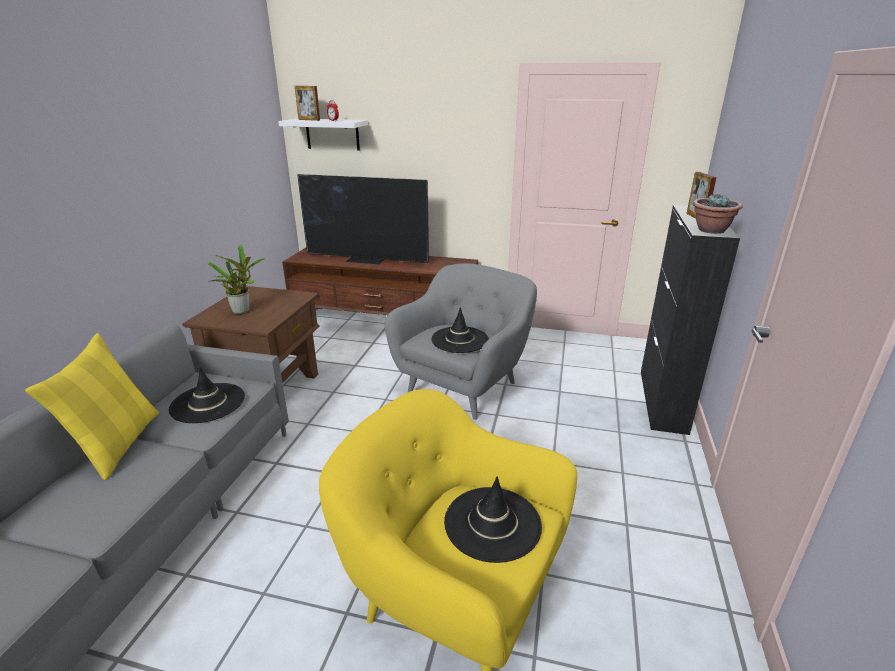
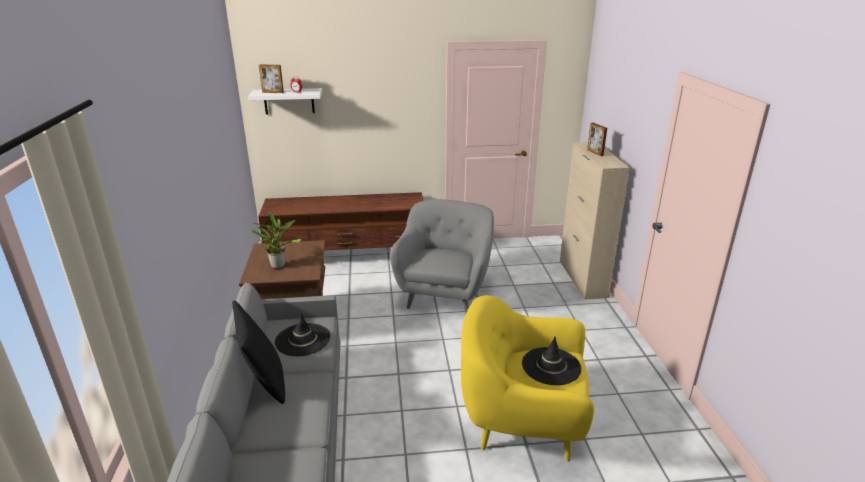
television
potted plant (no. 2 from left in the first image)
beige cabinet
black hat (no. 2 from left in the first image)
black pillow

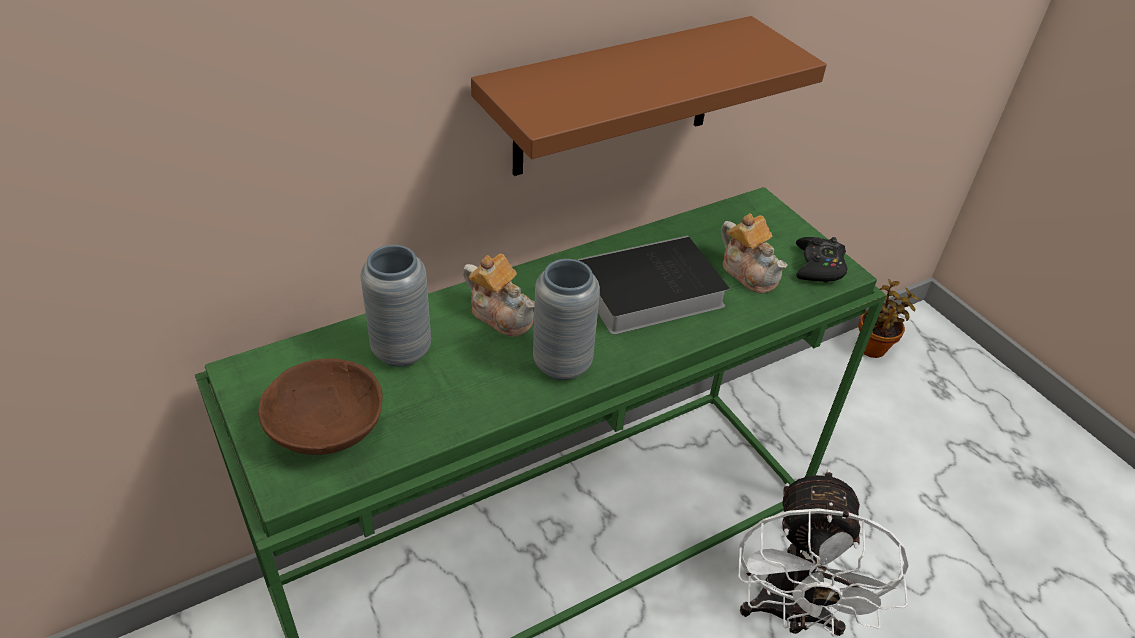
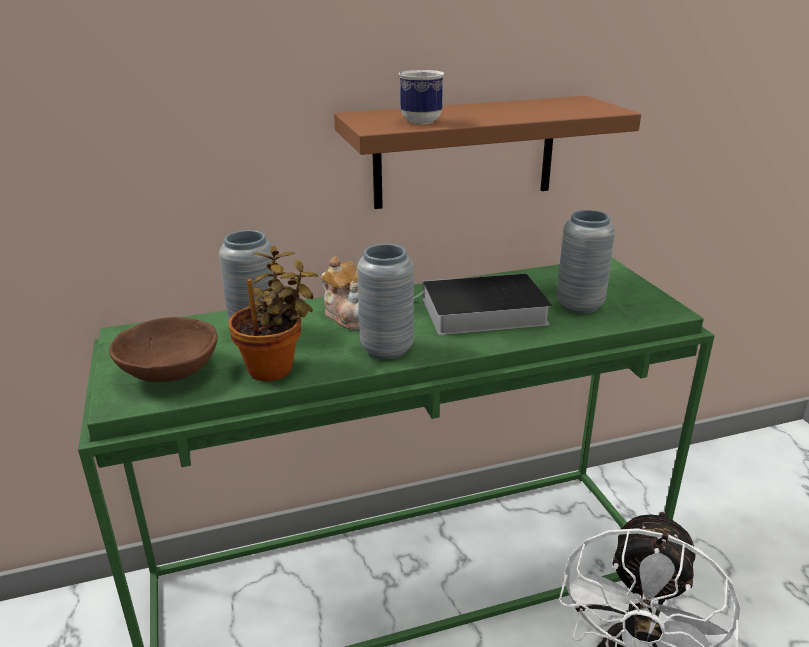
grey vase (no. 3 from left)
black game controller
potted plant
mug

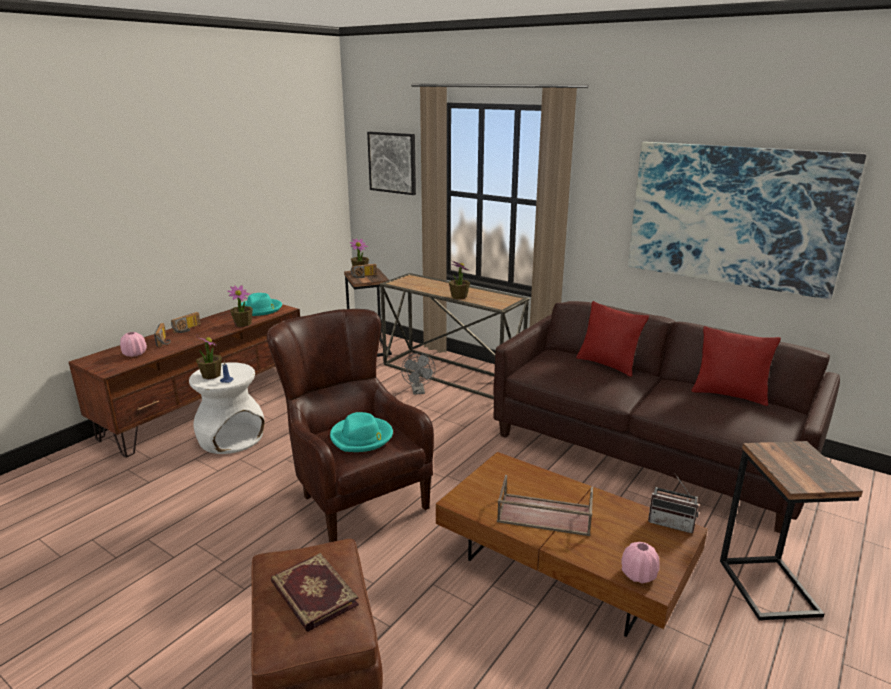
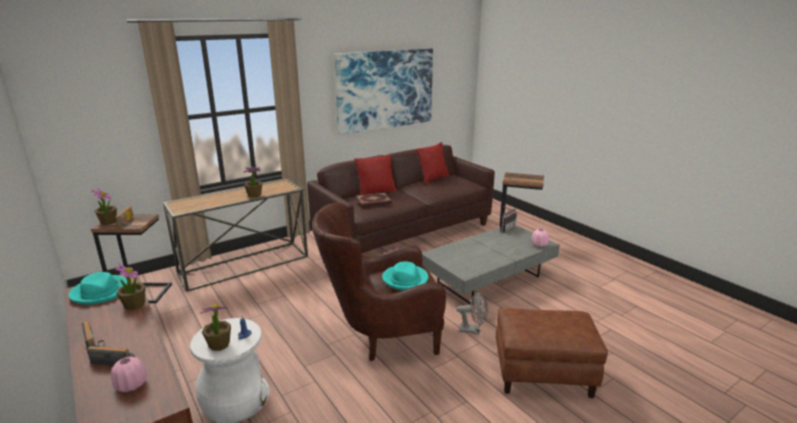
picture (no. 1 from left in the first image)
grey fan
grey coffee table
brown tray
book

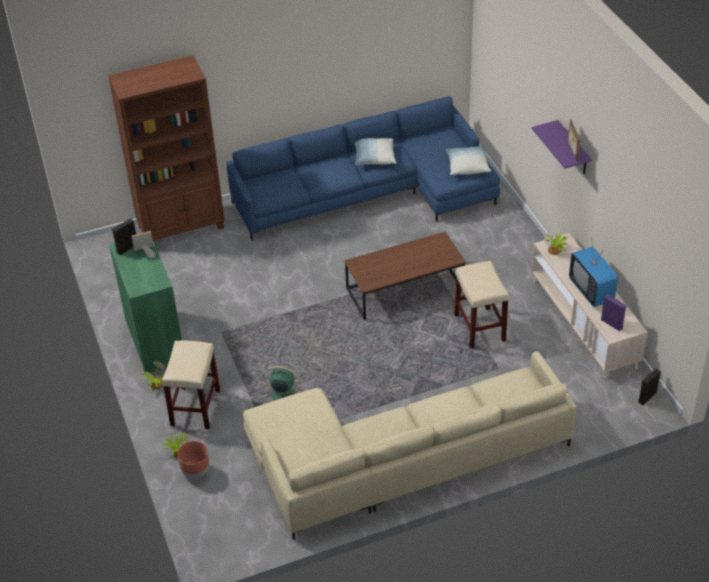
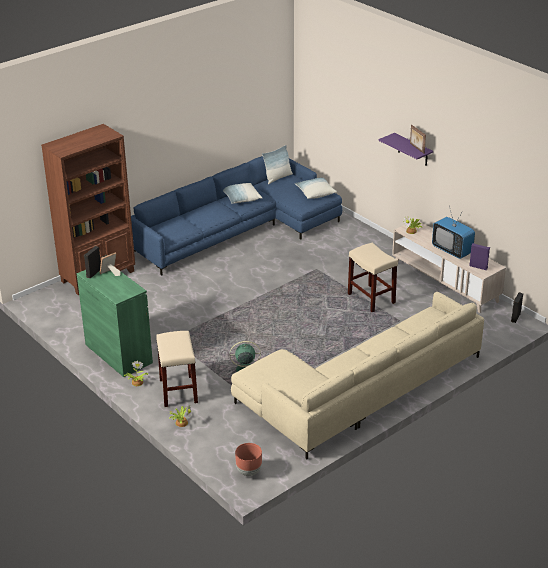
brown coffee table
brown planter
pillow (no. 2 from left)

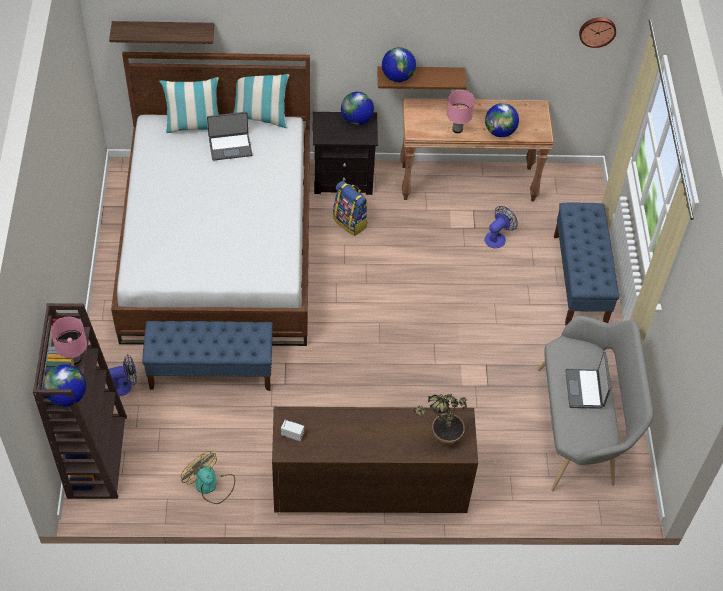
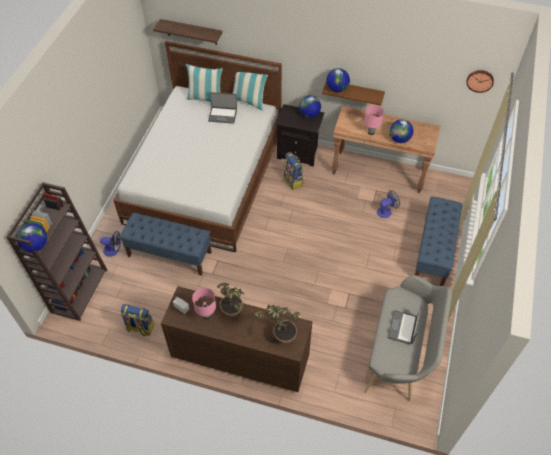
pink table lamp (no. 1 from left)
backpack (no. 1 from left)
potted plant (no. 1 from left)

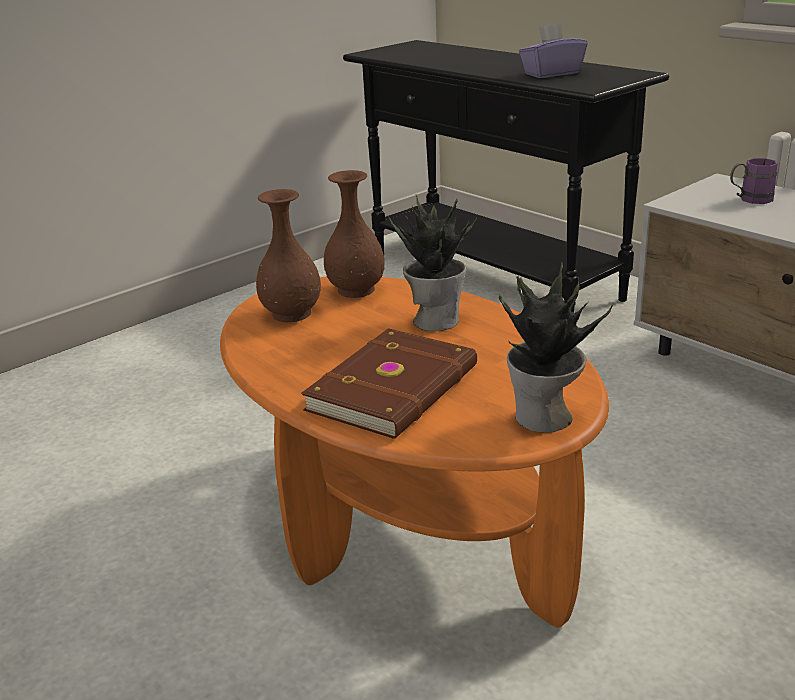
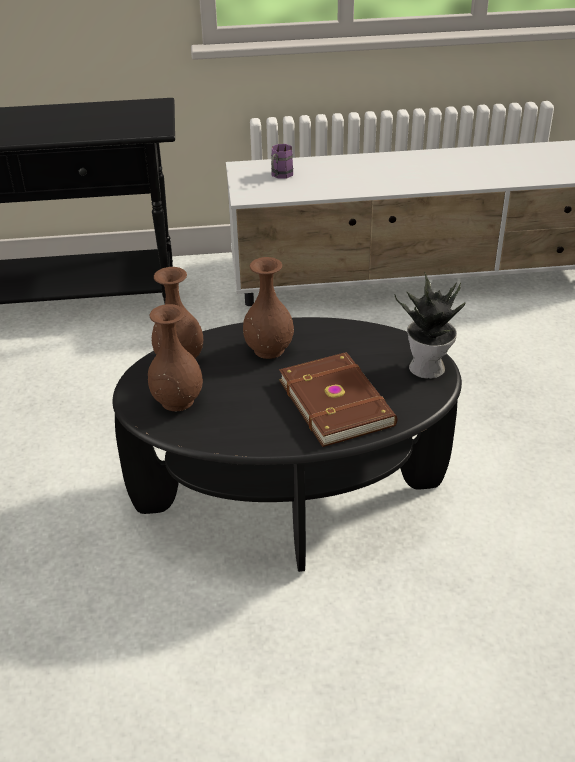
purple tissue box
brown vase (no. 3 from left)
black coffee table

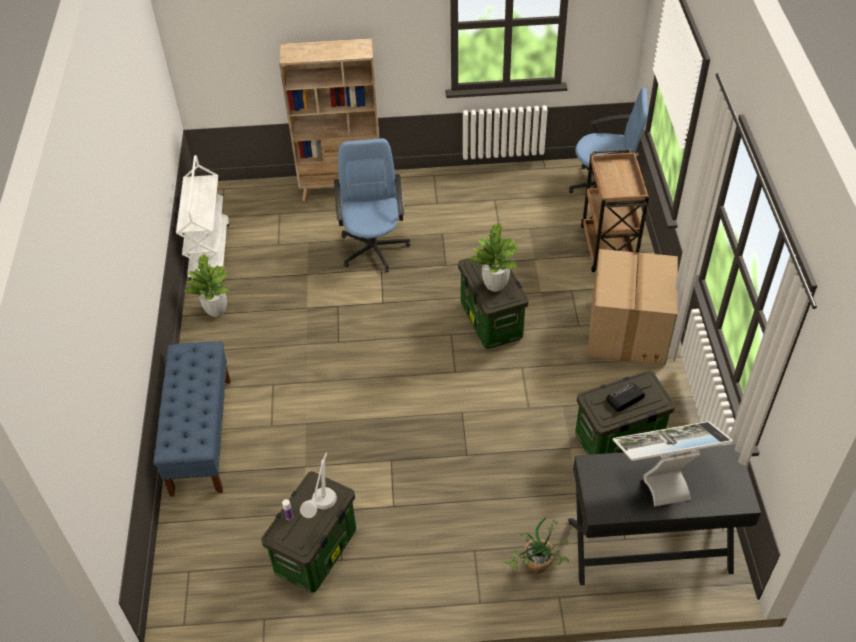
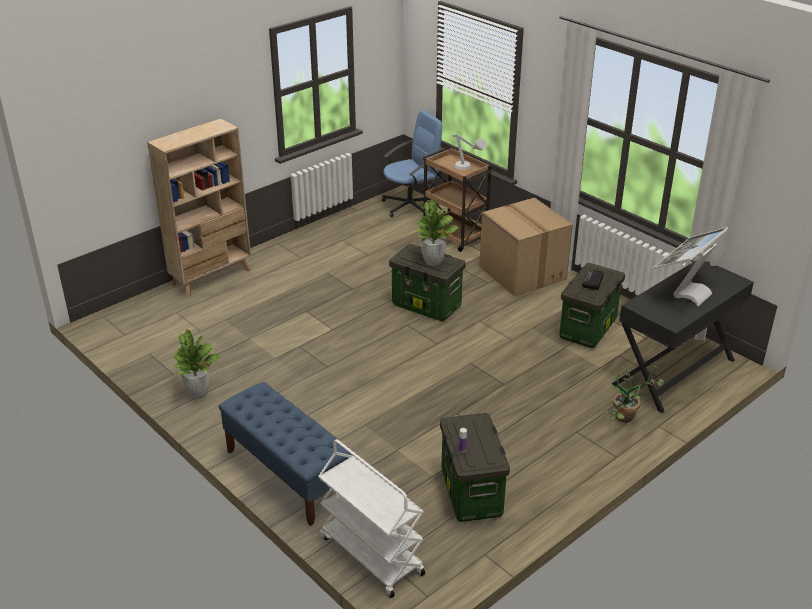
blue office chair (no. 1 from left in the first image)
white cart
grey table lamp

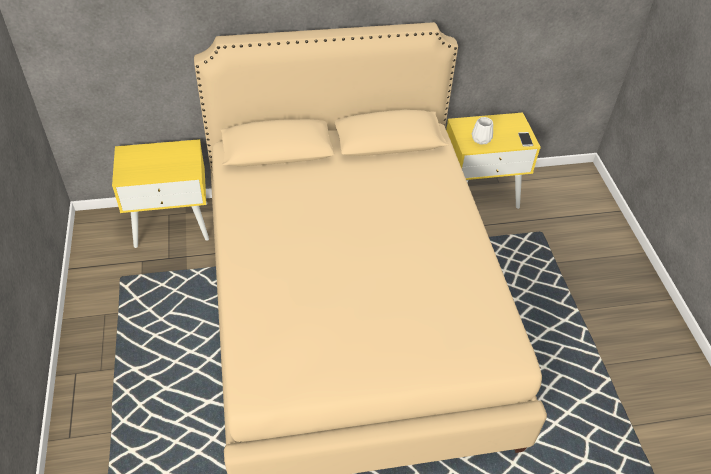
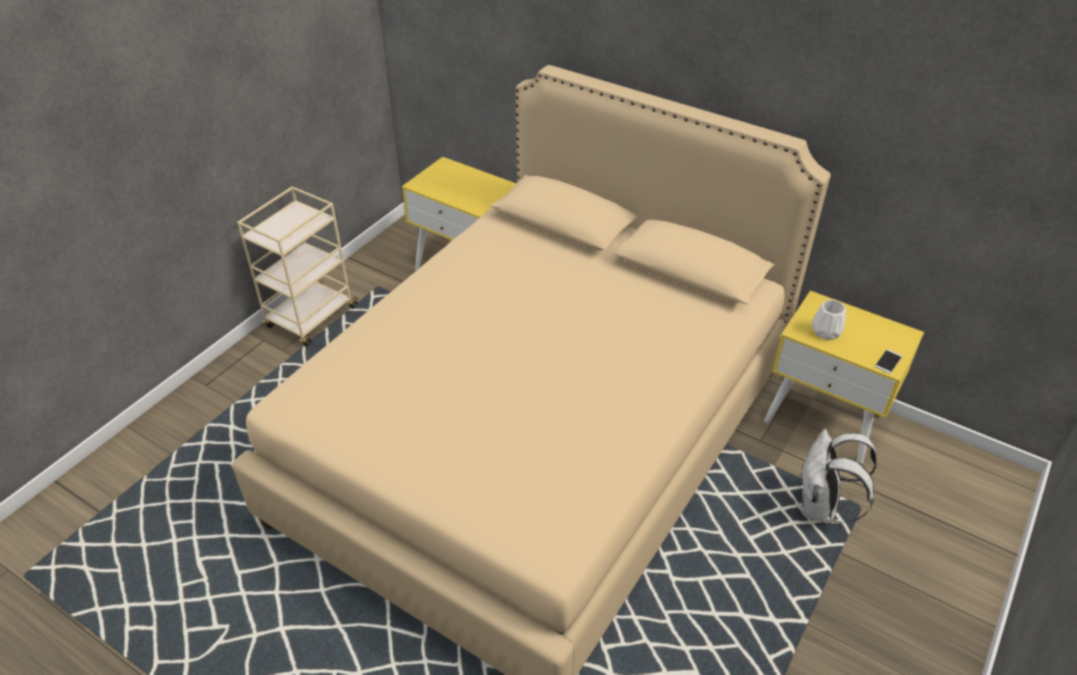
beige cart
white backpack

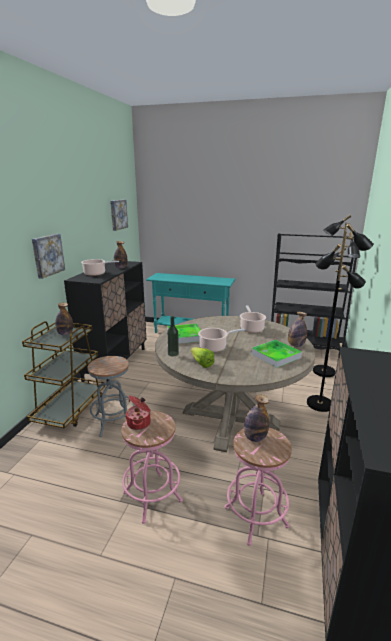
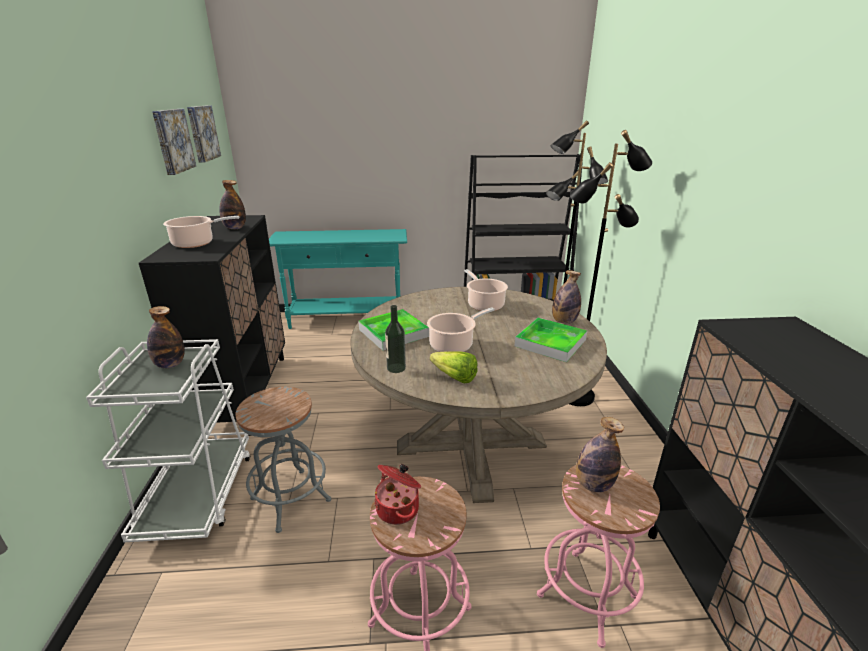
picture (no. 1 from left)
white cart

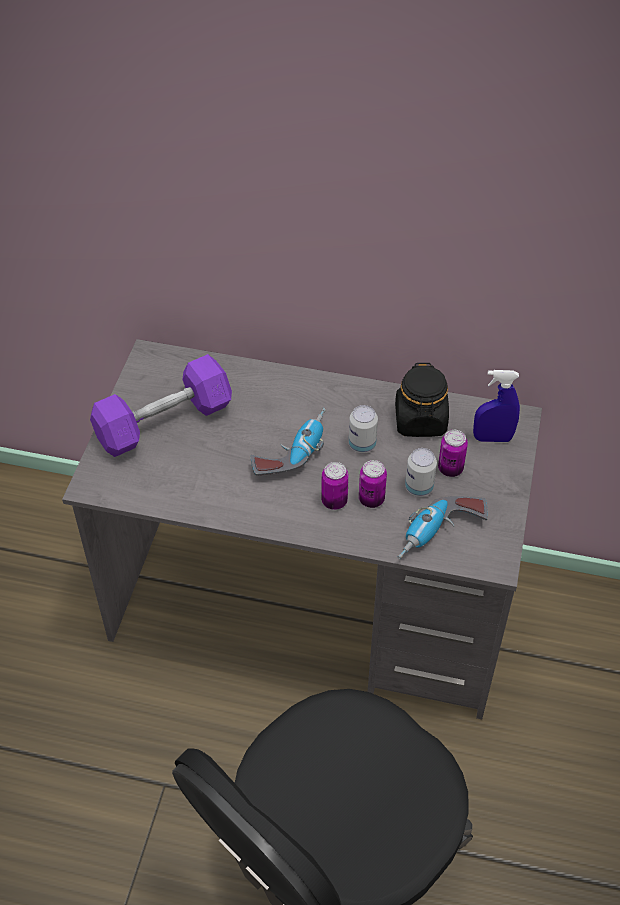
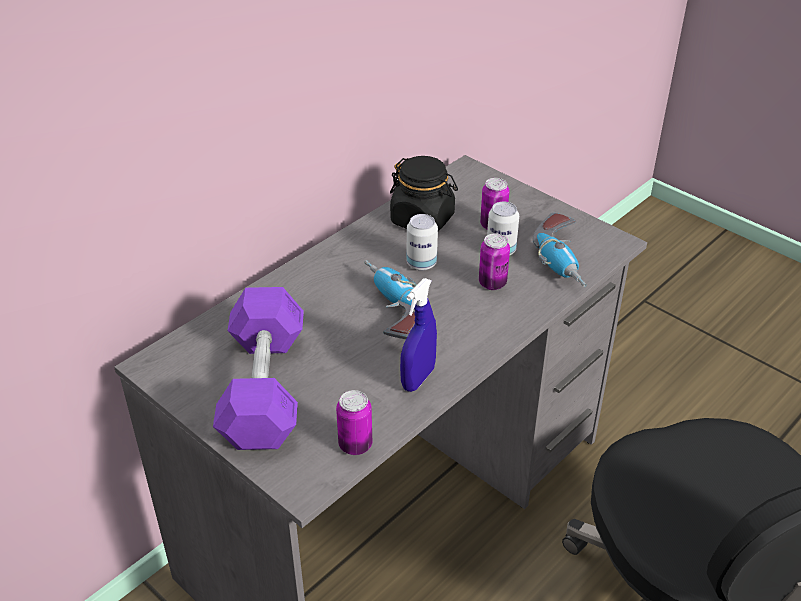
blue spray bottle
can (no. 1 from left)

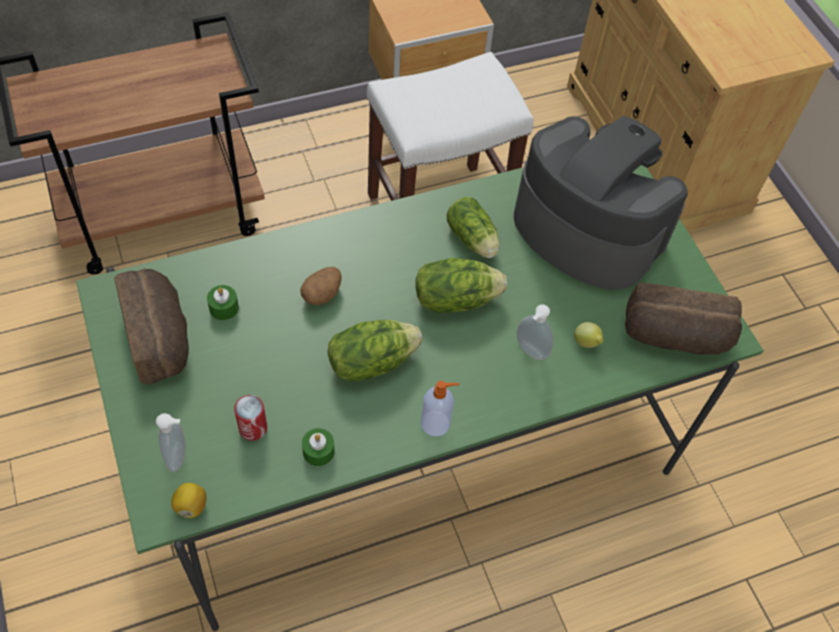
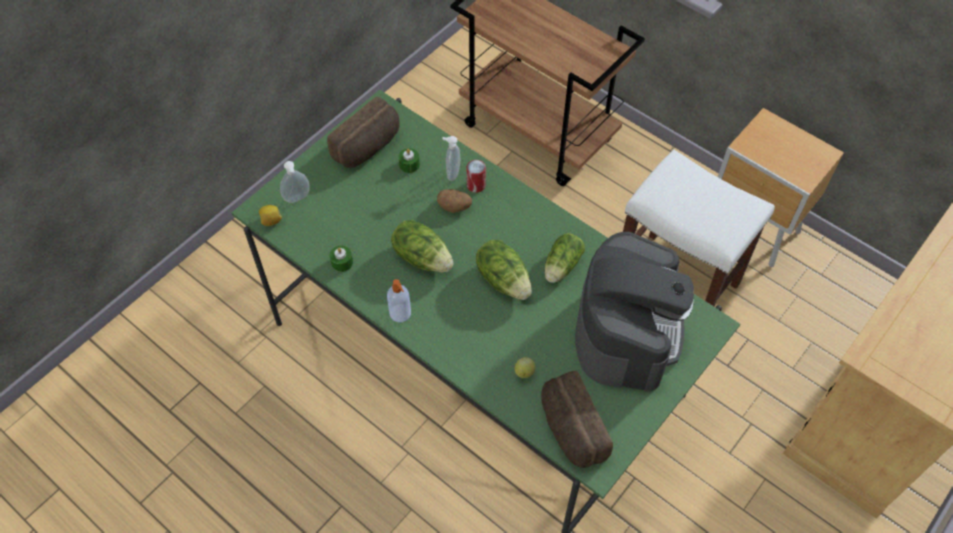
soap dispenser (no. 3 from left)
can

